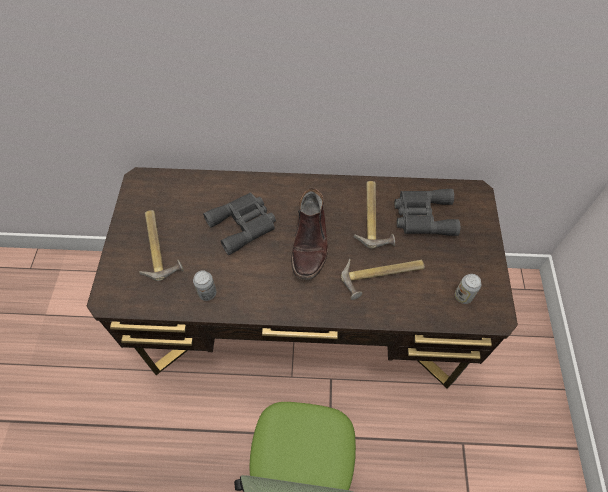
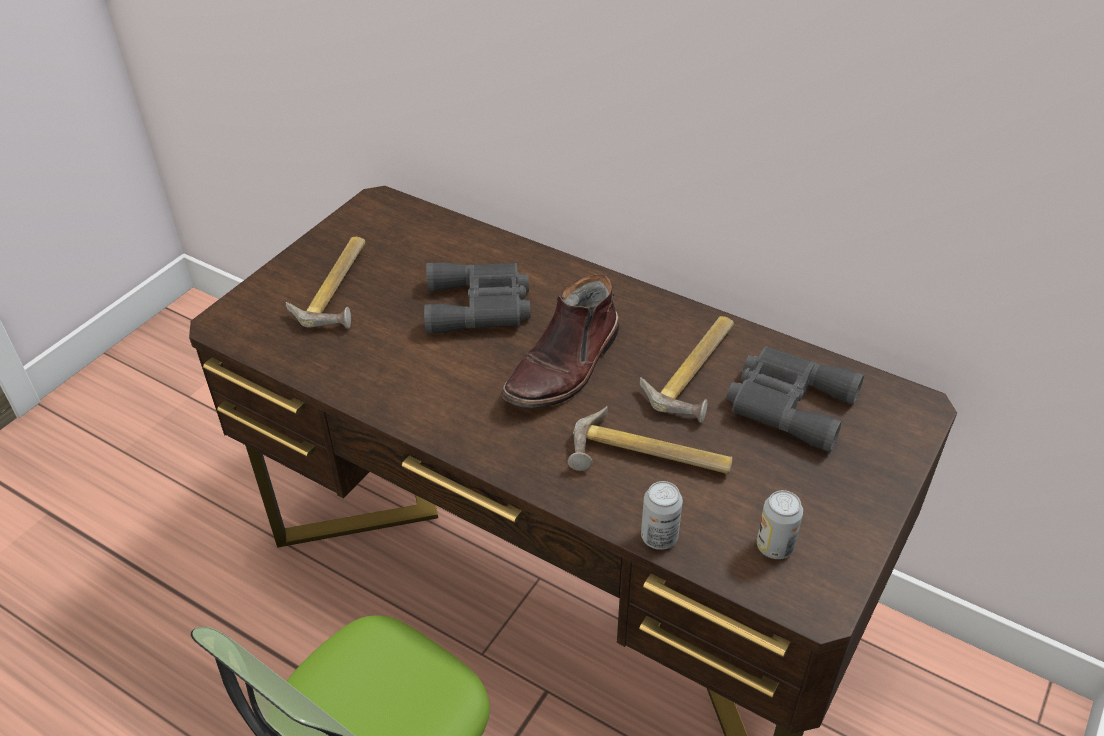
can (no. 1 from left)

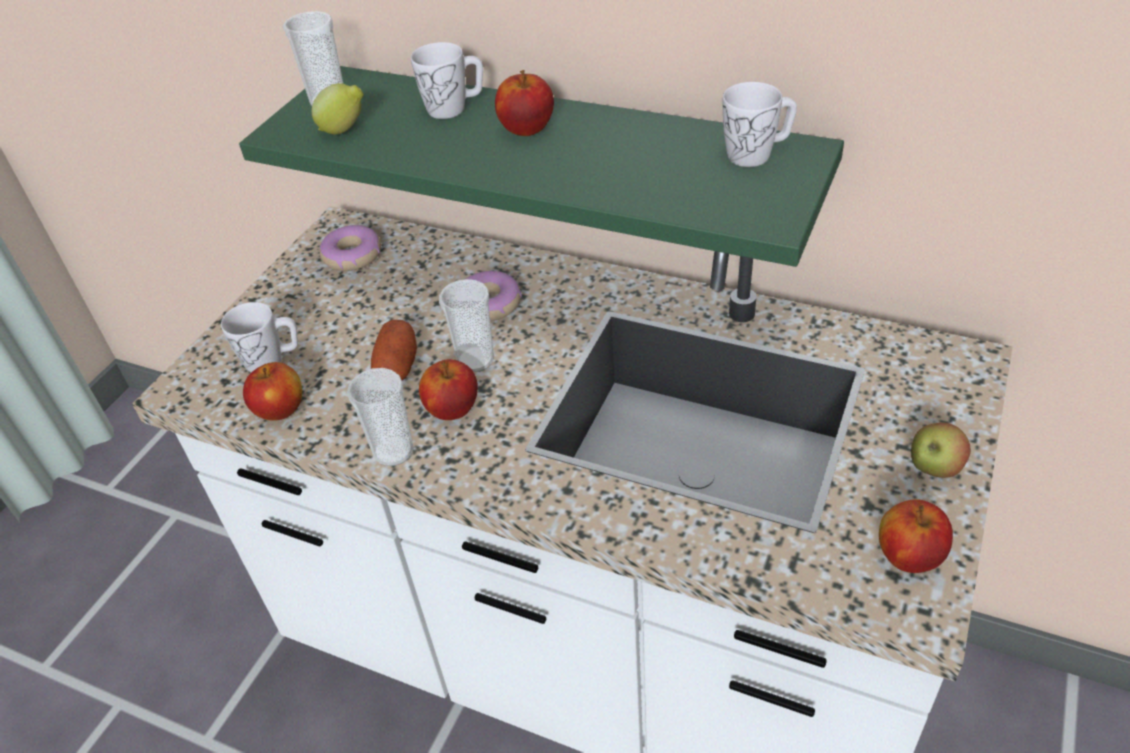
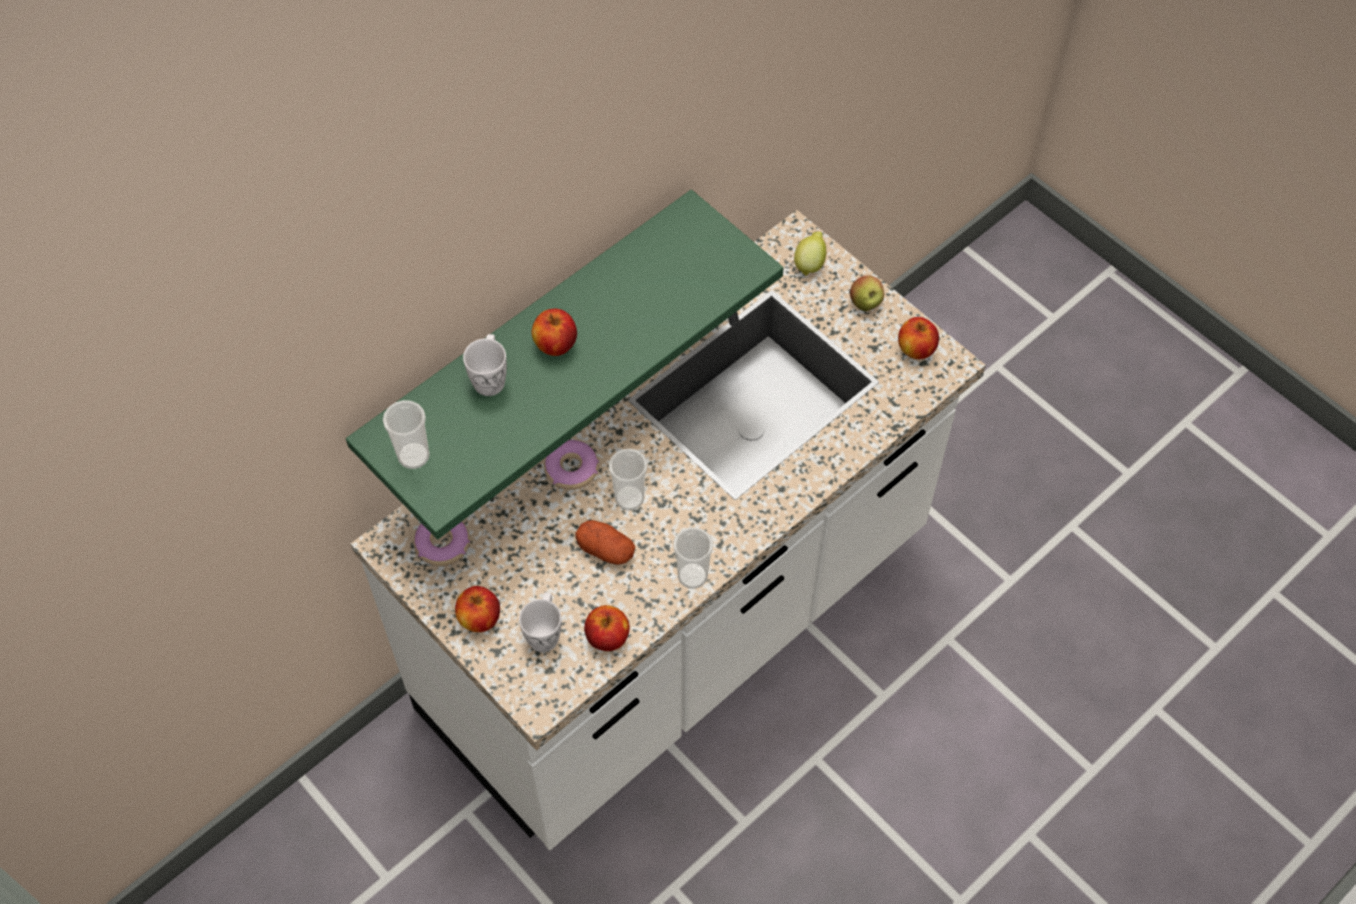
white mug (no. 3 from left in the first image)
lemon
apple (no. 1 from left)

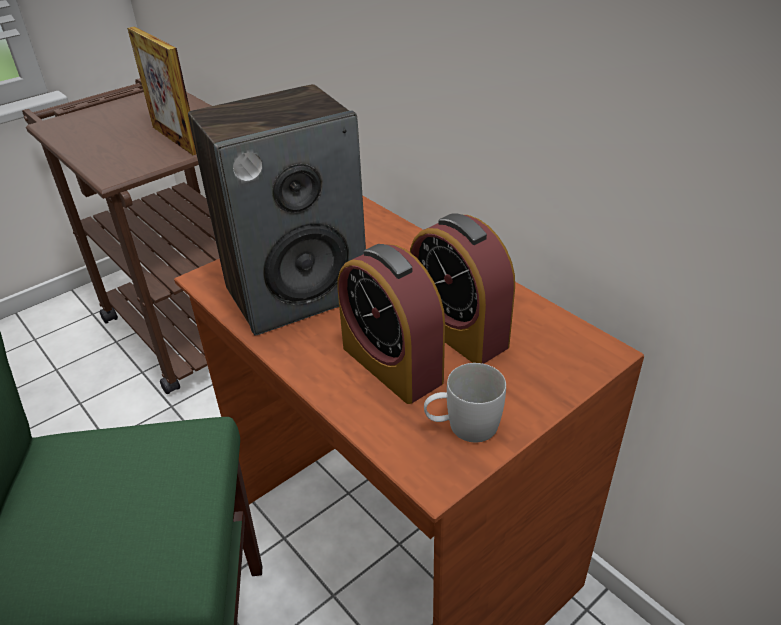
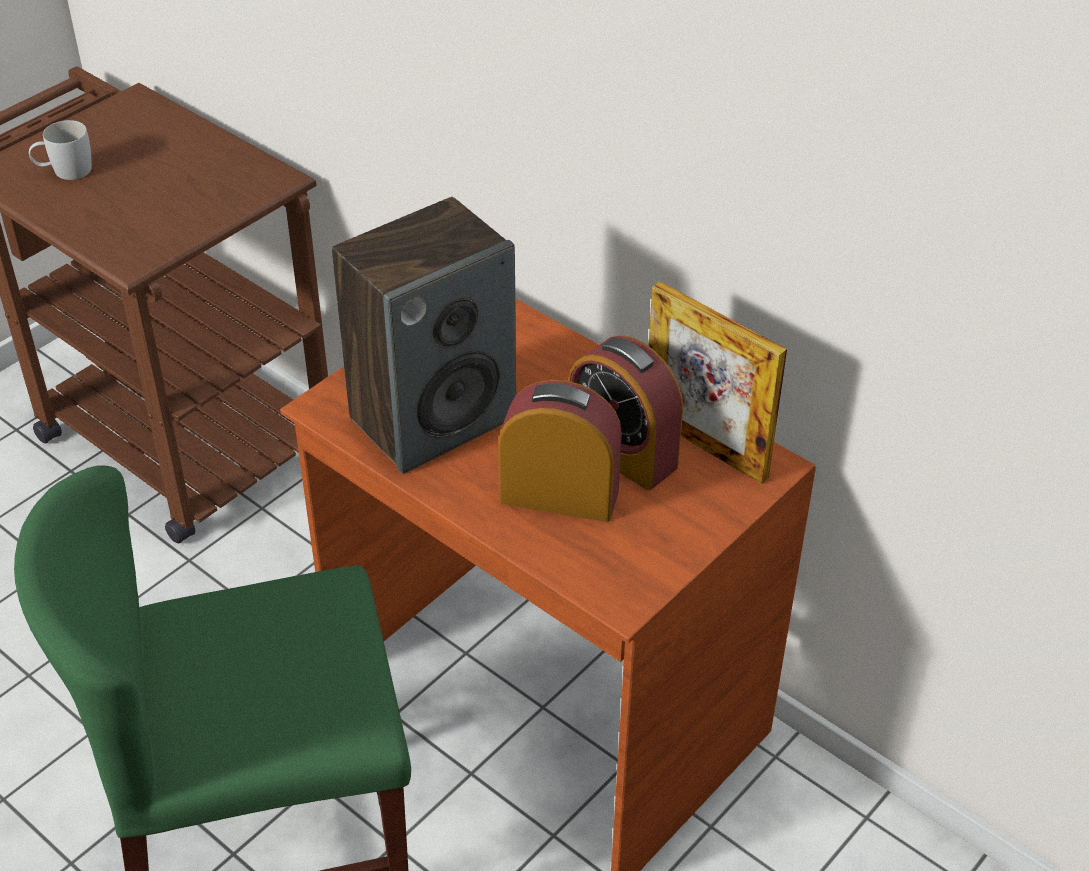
picture frame
alarm clock (no. 1 from left)
white mug

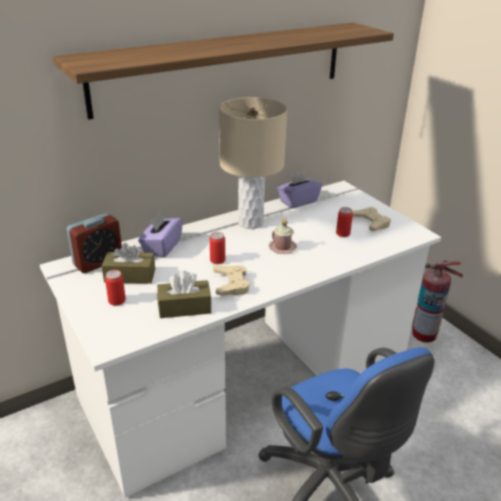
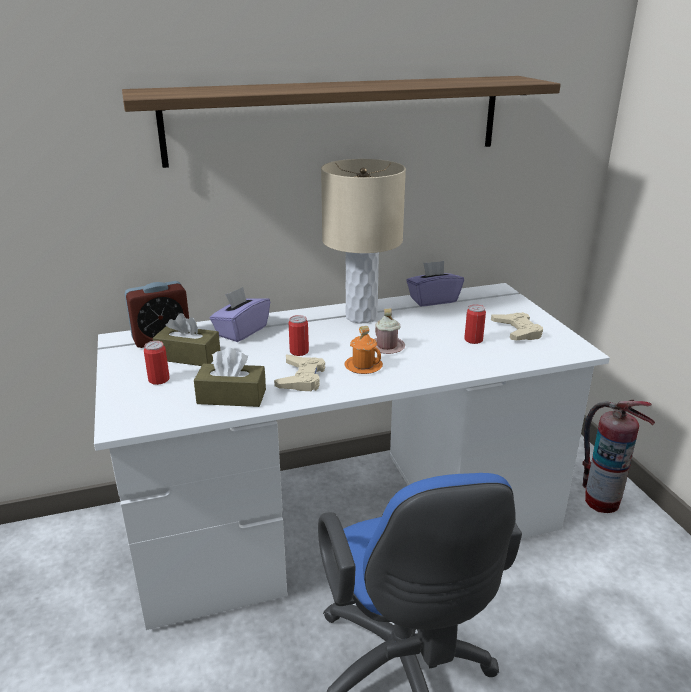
orange mug

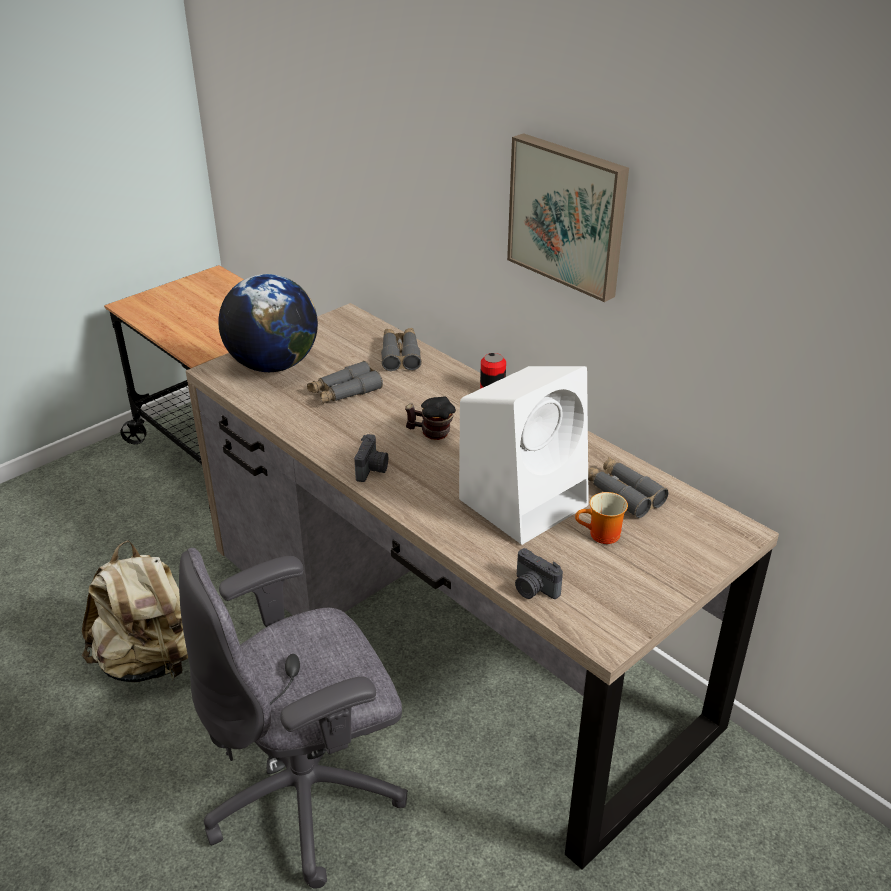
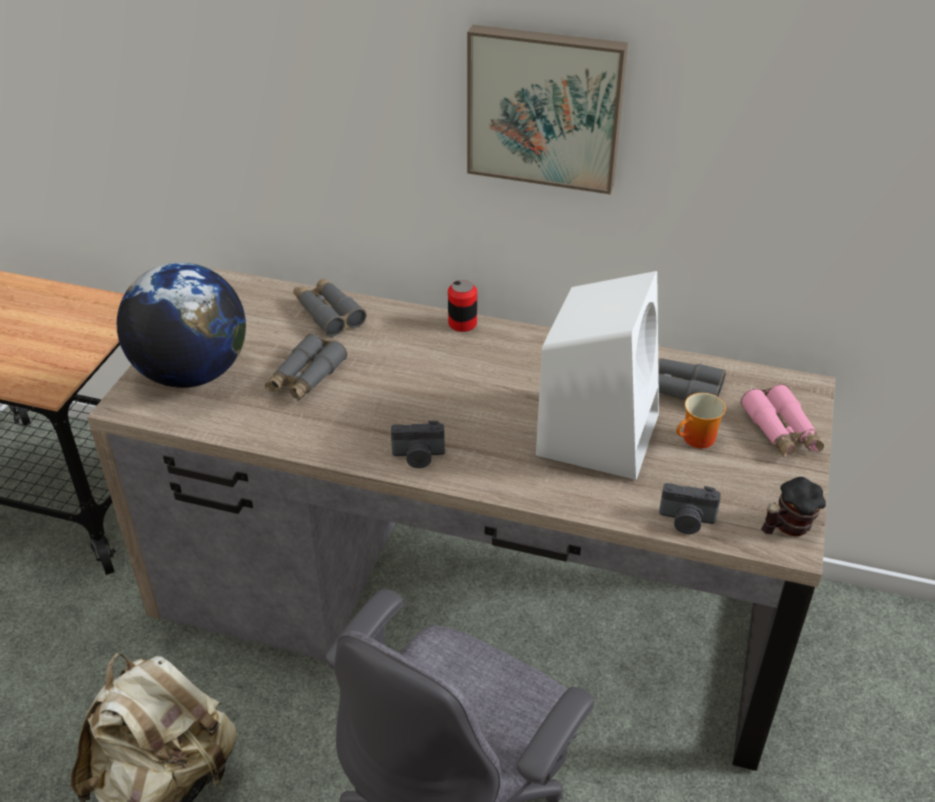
mug (no. 2 from left)
photo camera (no. 1 from left)
pink binoculars

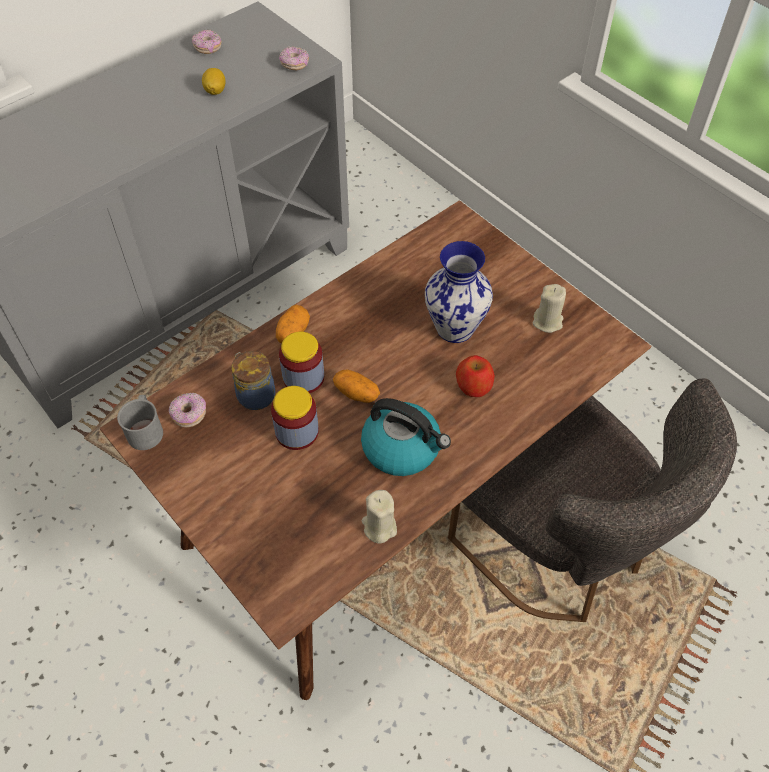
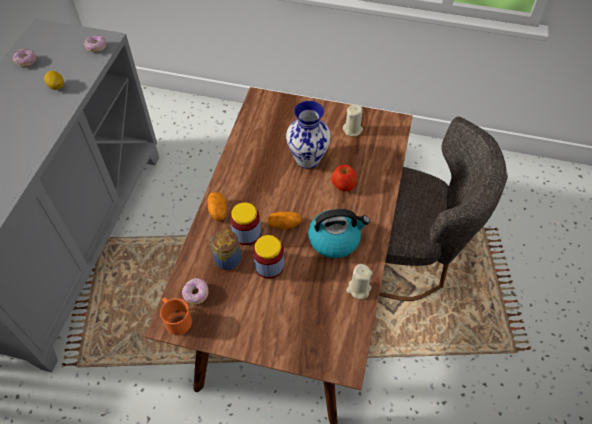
orange mug

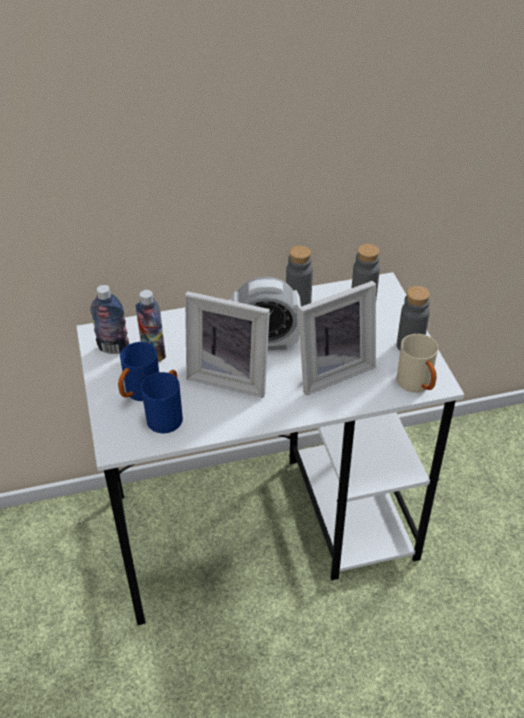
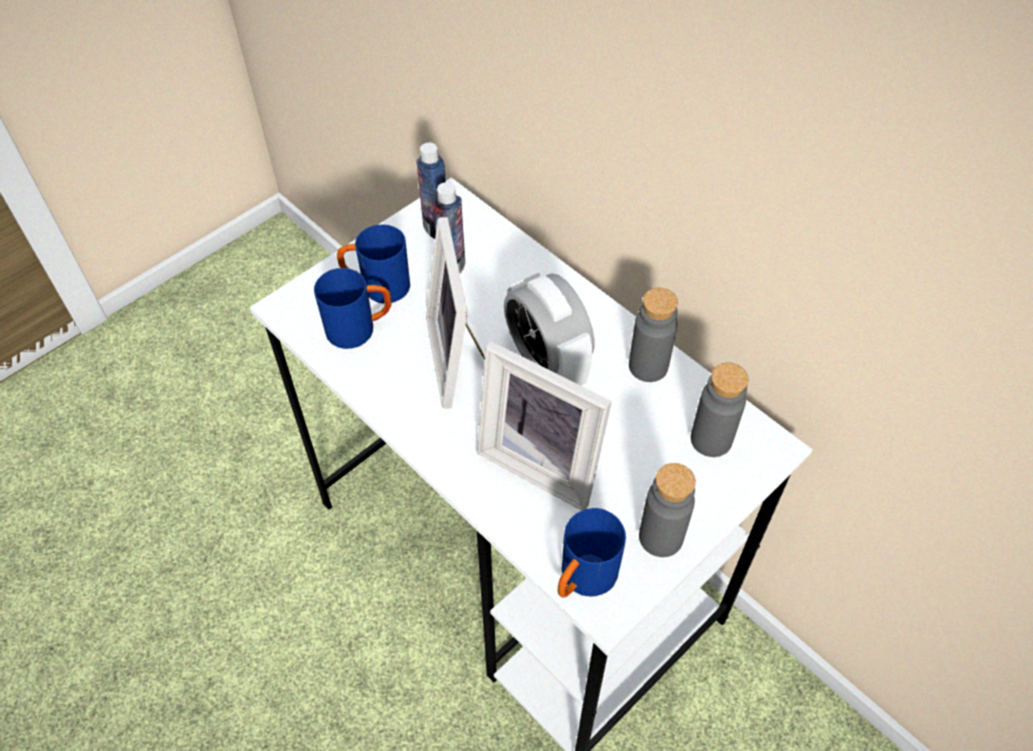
blue mug (no. 3 from left)

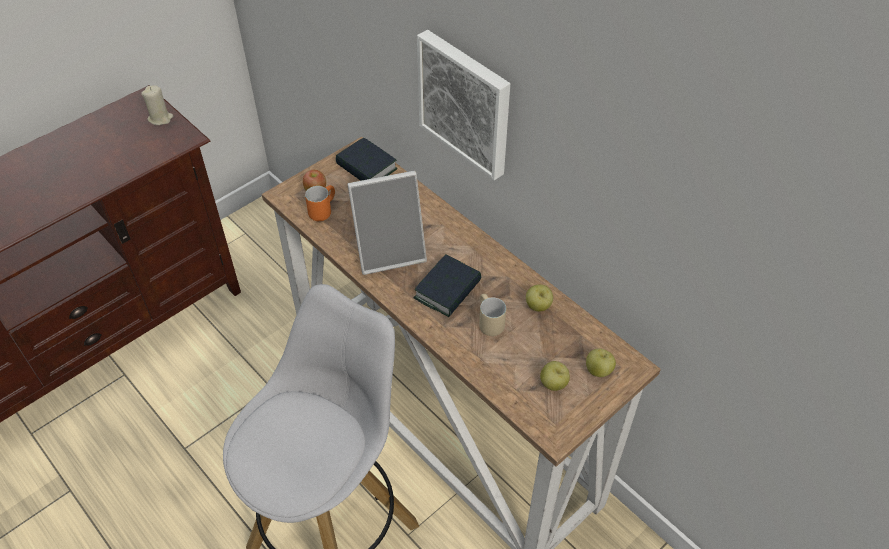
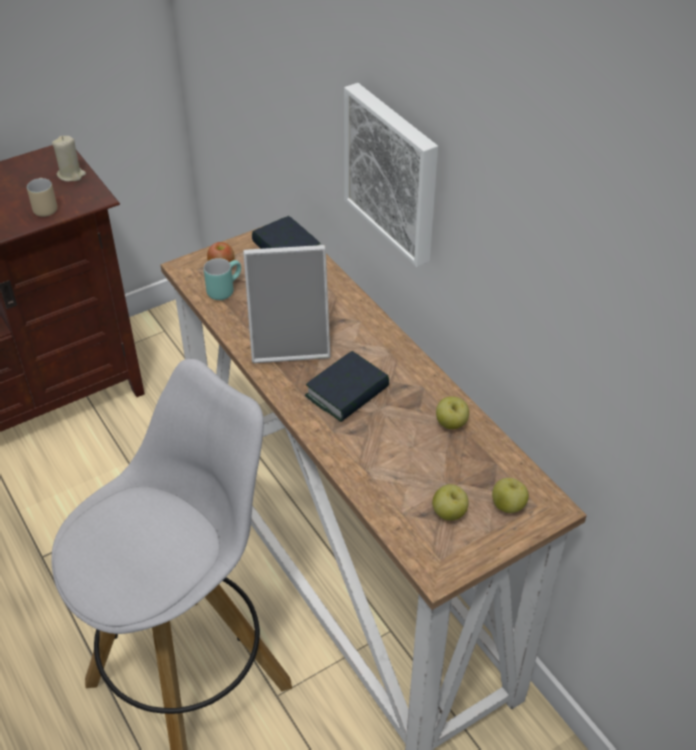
turquoise mug
beige mug

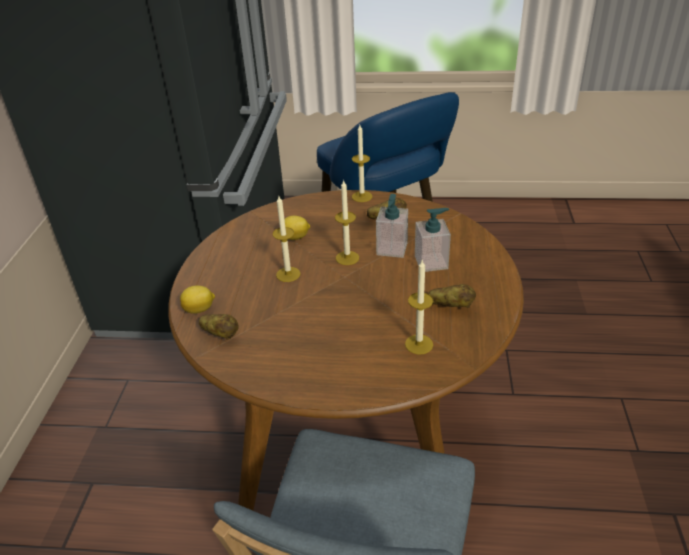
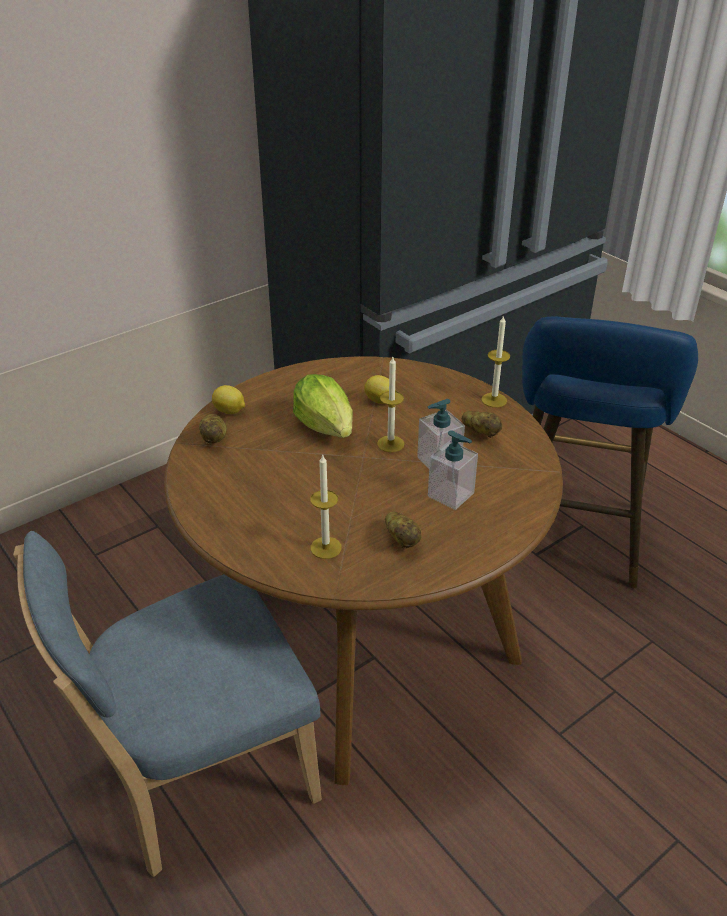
lettuce

